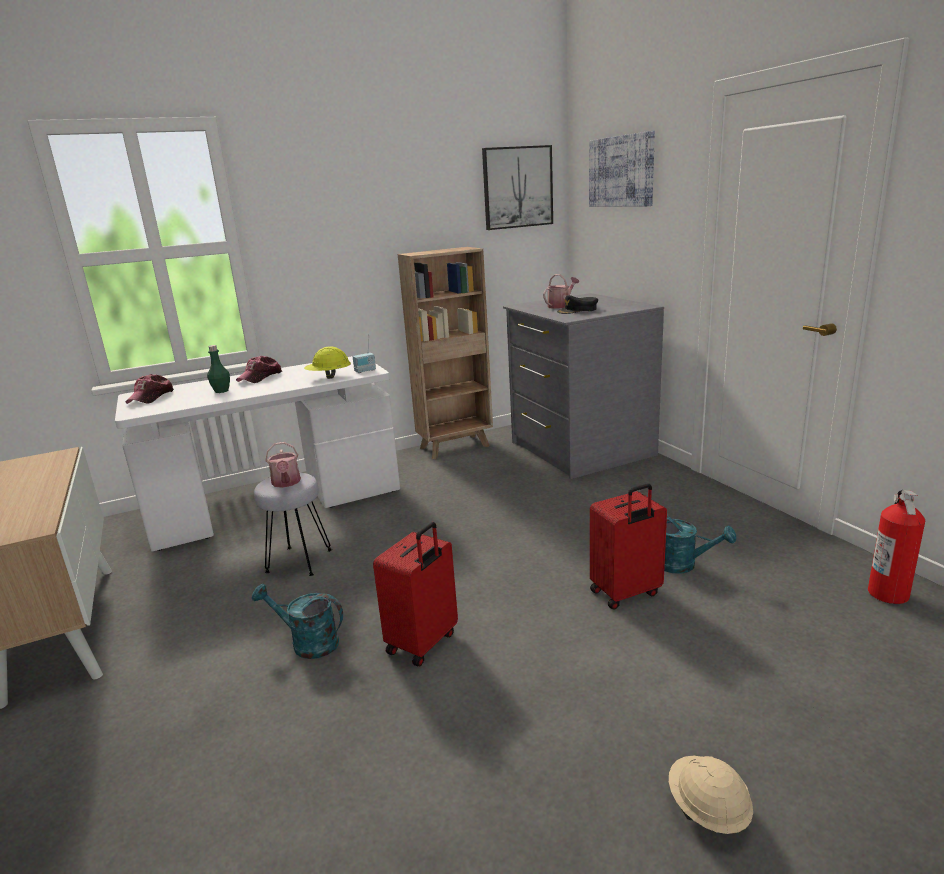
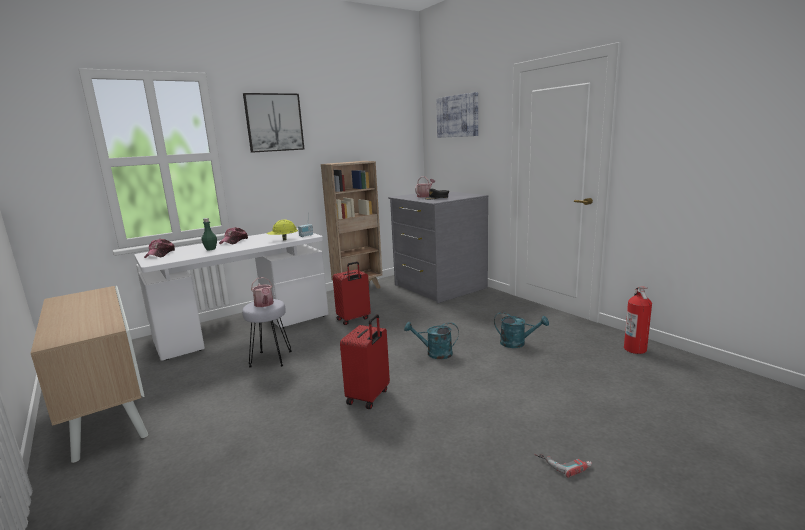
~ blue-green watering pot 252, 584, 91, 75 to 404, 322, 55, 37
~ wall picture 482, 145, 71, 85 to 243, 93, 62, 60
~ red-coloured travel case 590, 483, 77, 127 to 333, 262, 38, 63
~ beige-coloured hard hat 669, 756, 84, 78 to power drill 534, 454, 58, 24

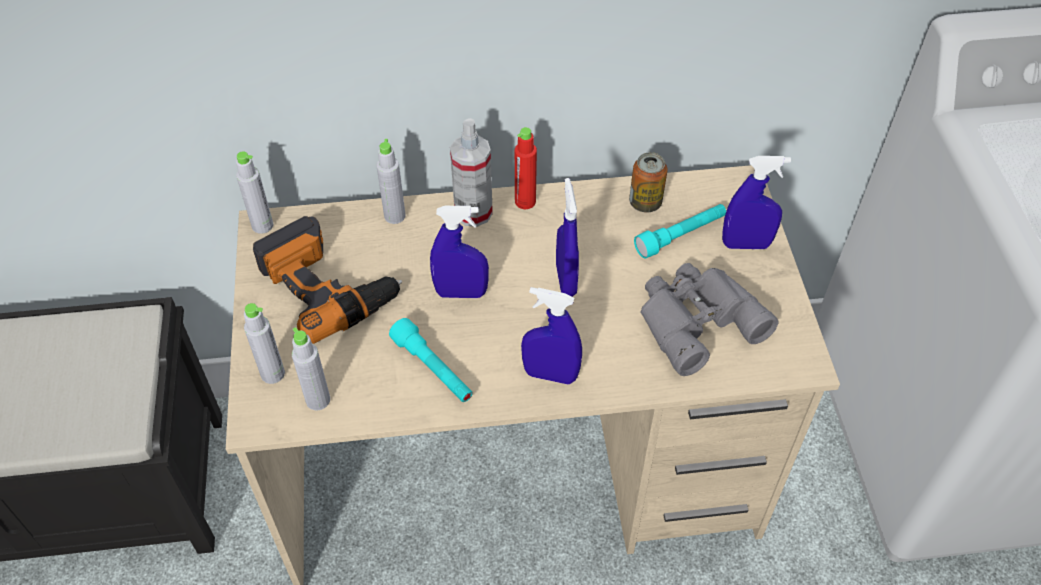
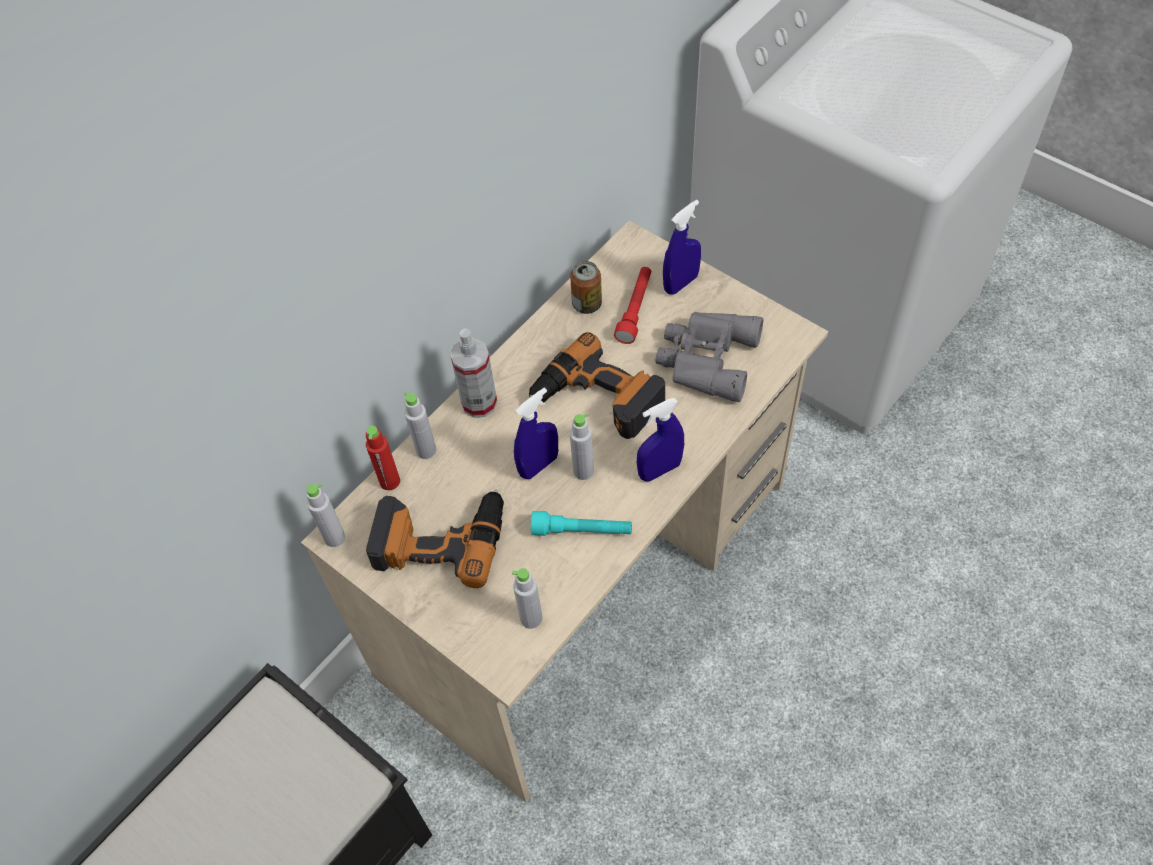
~ greyish beverage bottle 244, 303, 41, 81 to 570, 413, 24, 67
~ red-coloured beverage bottle 515, 127, 22, 82 to 366, 426, 34, 64
~ blue-coloured hand sprayer 556, 178, 23, 119 to power drill 529, 332, 136, 107
~ blue-green flashlight 634, 204, 92, 54 to red-coloured flashlight 614, 267, 37, 77

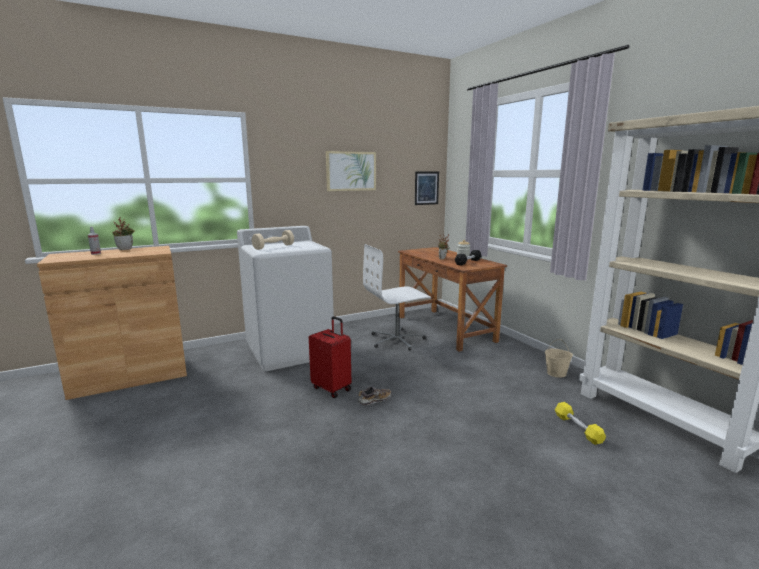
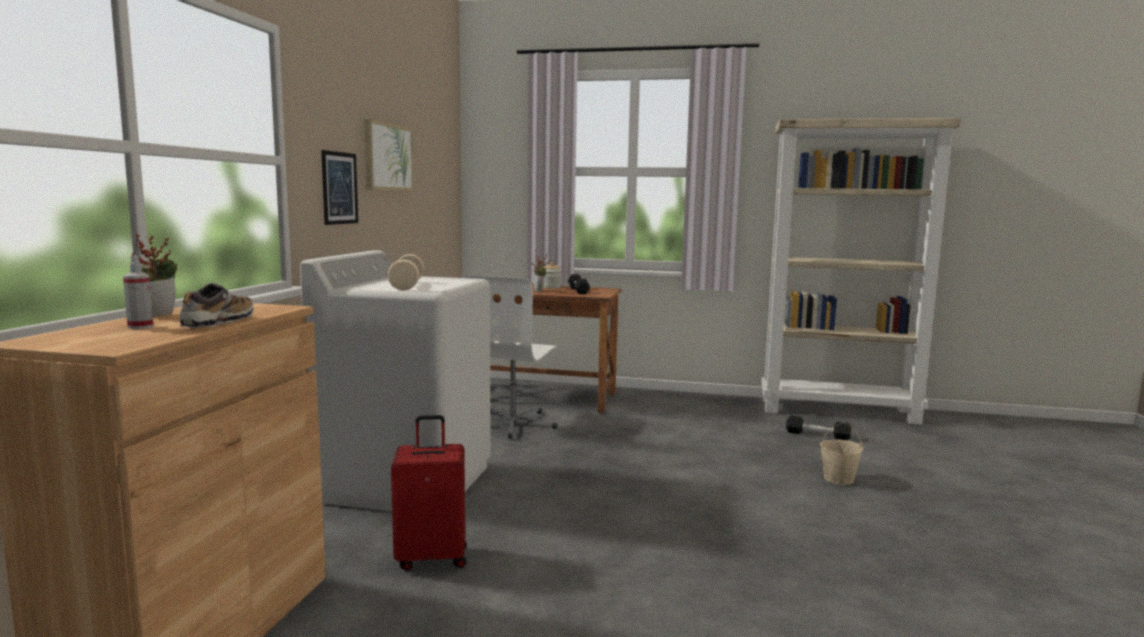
~ red-coloured travel case 309, 316, 42, 82 to 391, 415, 76, 156
~ item of footwear 358, 386, 33, 19 to 180, 283, 74, 45
~ wall picture 415, 172, 24, 33 to 321, 150, 37, 75
~ beige-coloured water bucket 545, 339, 28, 39 to 820, 422, 43, 63
~ yellow-coloured hand weight 555, 402, 51, 43 to black hand weight 786, 415, 65, 25

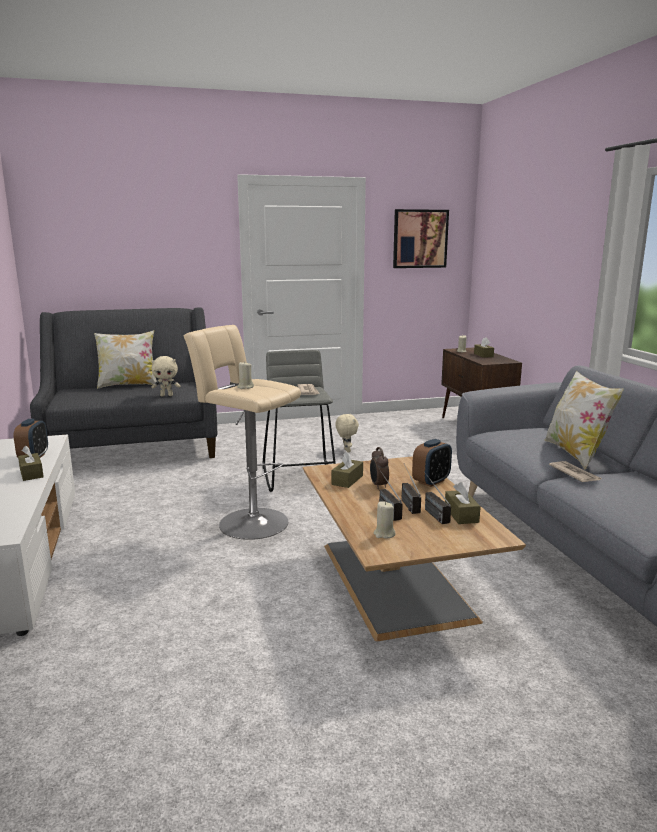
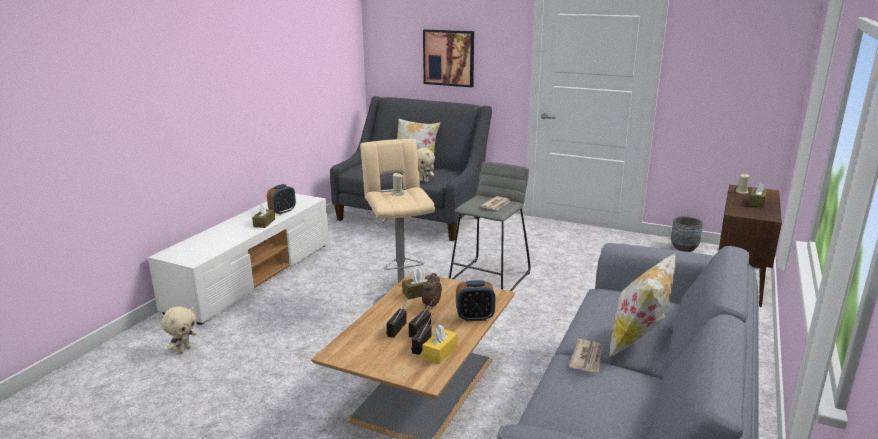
~ beige-coloured soft toy 335, 414, 24, 38 to 161, 306, 36, 48
- beige-coloured wax candle 374, 502, 22, 36
~ wall picture 393, 209, 56, 59 to 423, 29, 51, 58
~ brownish tissue holder 445, 482, 36, 42 to yellow-coloured tissue holder 422, 325, 36, 39
+ greyish plant pot 671, 216, 32, 36

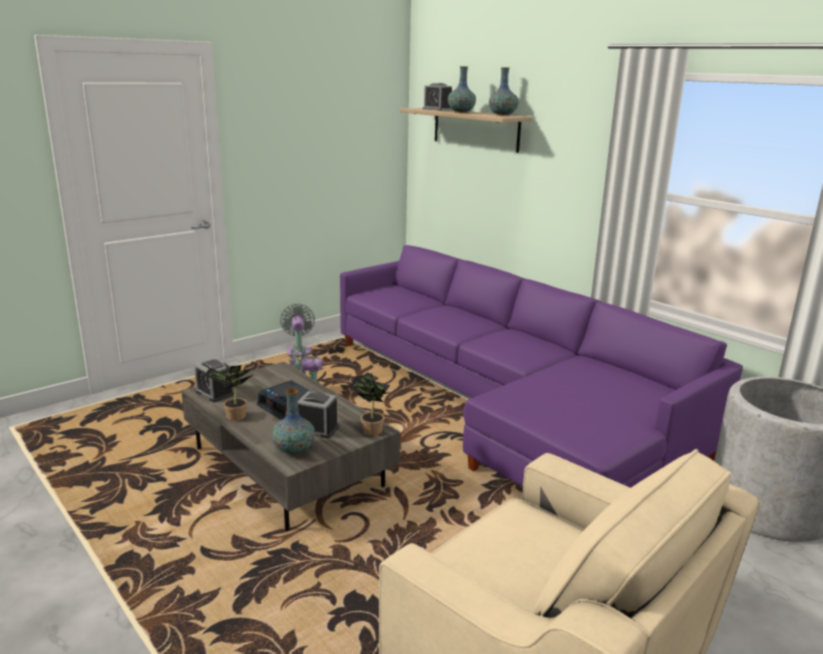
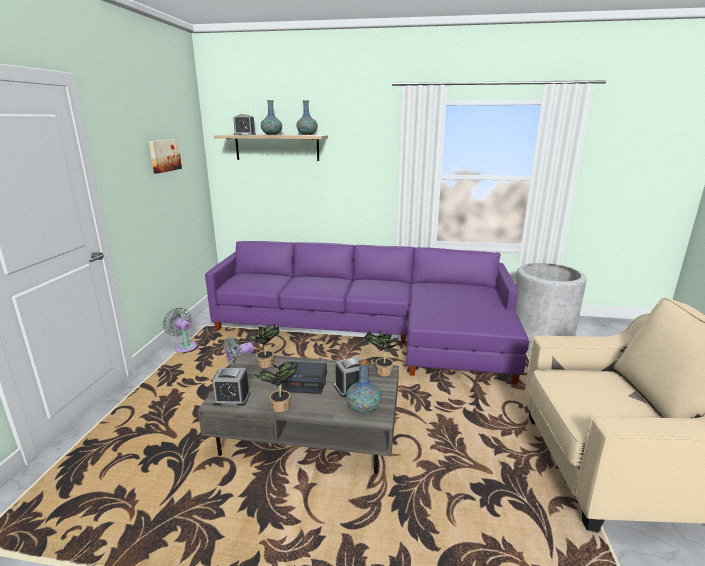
+ wall picture 149, 139, 33, 35
+ houseplant 243, 323, 36, 45

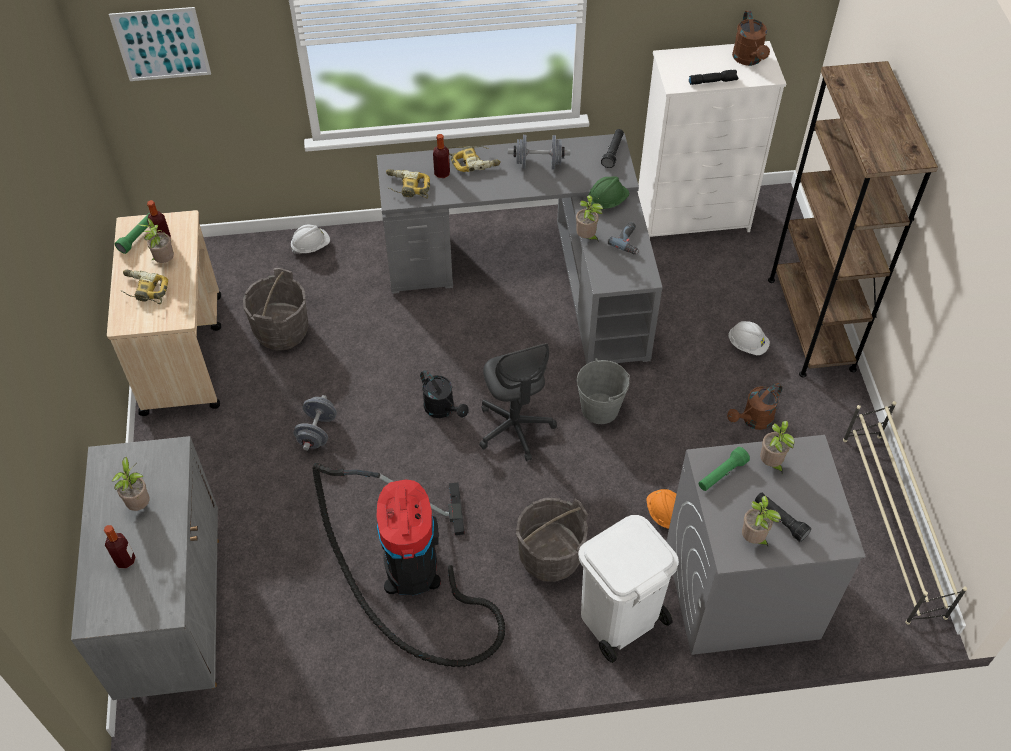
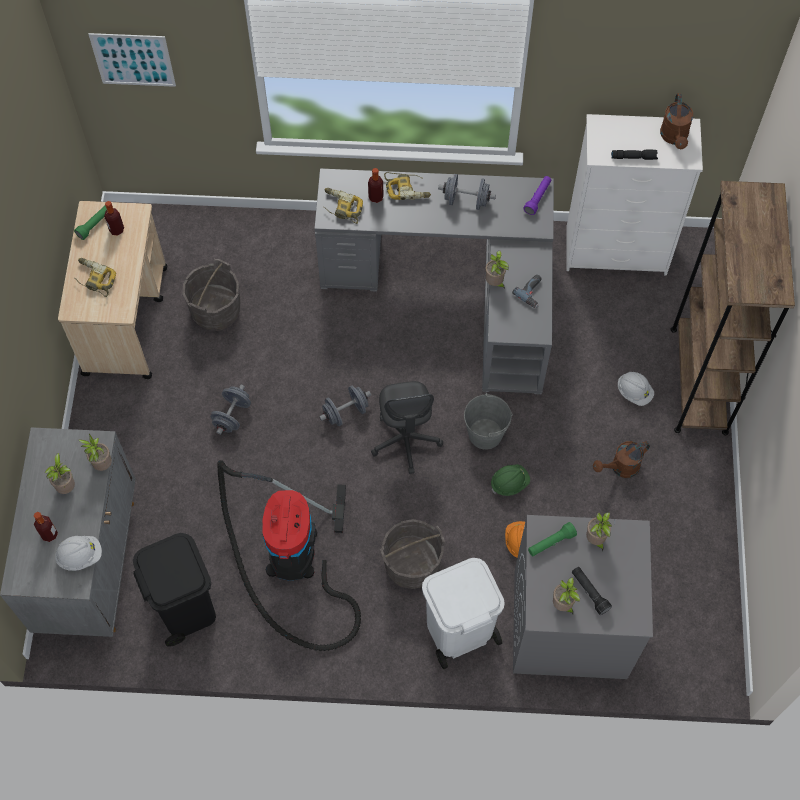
~ houseplant 137, 218, 37, 45 to 78, 434, 34, 37
~ white-coloured hard hat 291, 225, 39, 29 to 55, 536, 47, 35
~ black watering pot 420, 370, 49, 48 to greyish hand weight 319, 385, 52, 41
~ green hard hat 589, 176, 40, 34 to 491, 464, 39, 32
~ black flashlight 601, 129, 23, 39 to purple-coloured flashlight 523, 176, 29, 39
- beige-coloured shoe shelf 843, 401, 124, 223
+ black rubbish bin 133, 533, 83, 114

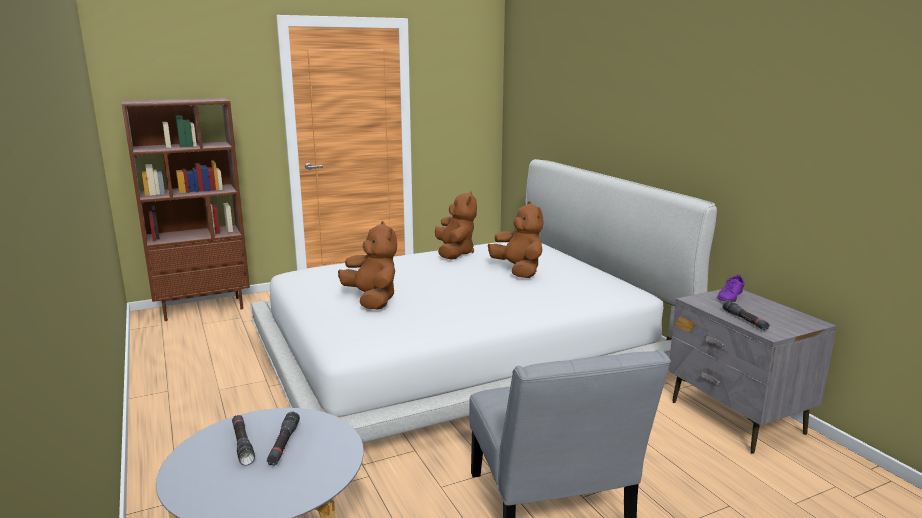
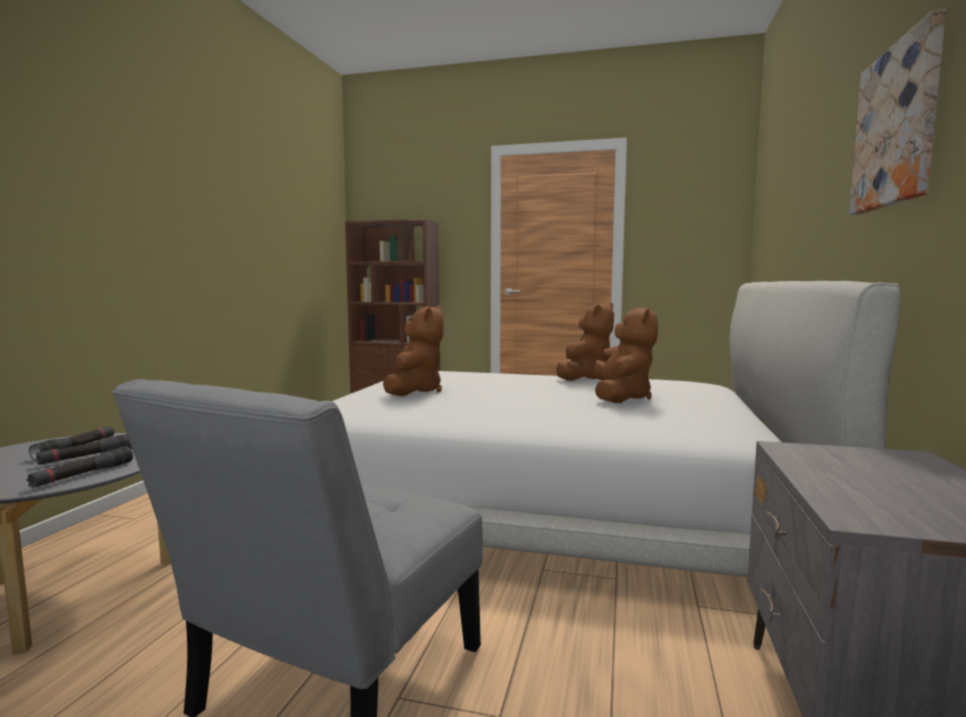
- purple-coloured item of footwear 717, 274, 28, 28
~ black flashlight 723, 300, 47, 31 to 27, 446, 106, 42
+ wall picture 849, 9, 97, 206

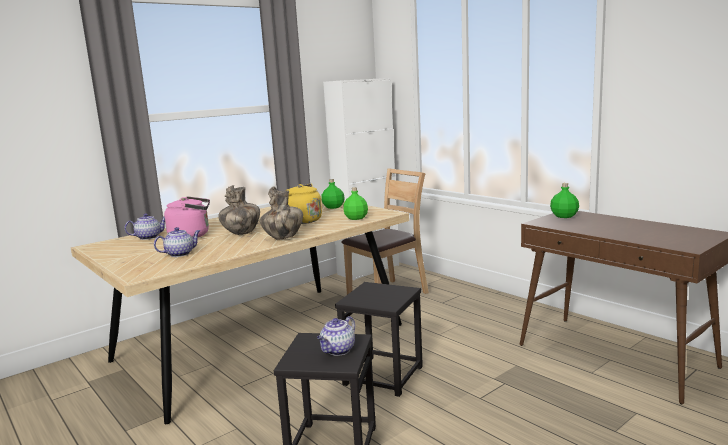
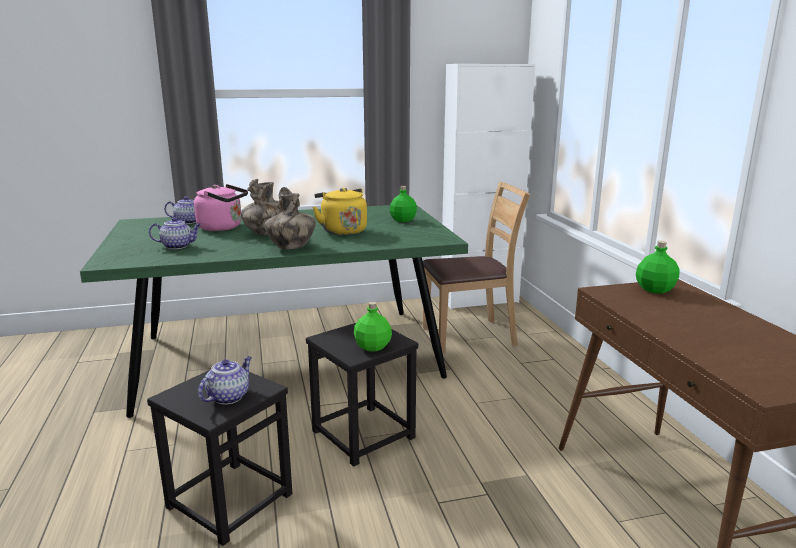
~ beige-coloured dining table 71, 200, 338, 224 to green dining table 80, 205, 388, 213
~ teapot 317, 316, 38, 40 = 198, 356, 54, 49 150 degrees clockwise
~ green beverage bottle 343, 187, 25, 33 to 354, 302, 38, 50

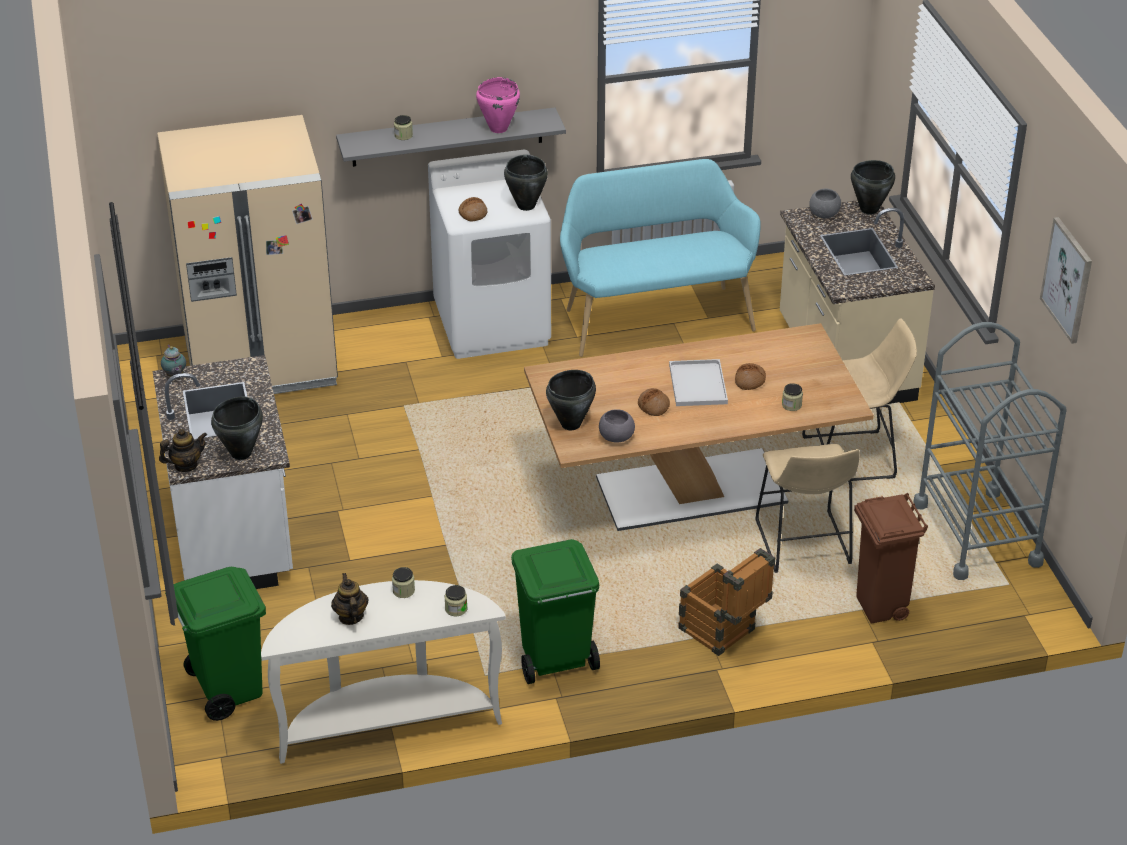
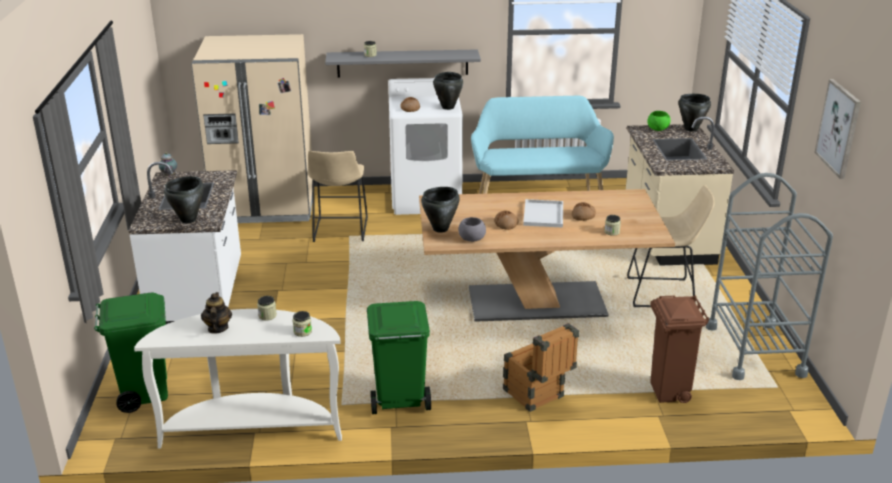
- teapot 159, 429, 48, 43
- pink-coloured cooking pot 476, 77, 44, 56
~ beige-coloured stool seat 755, 444, 105, 129 to 308, 151, 60, 91
~ greyish deep dish 809, 188, 32, 30 to green deep dish 648, 111, 23, 20

